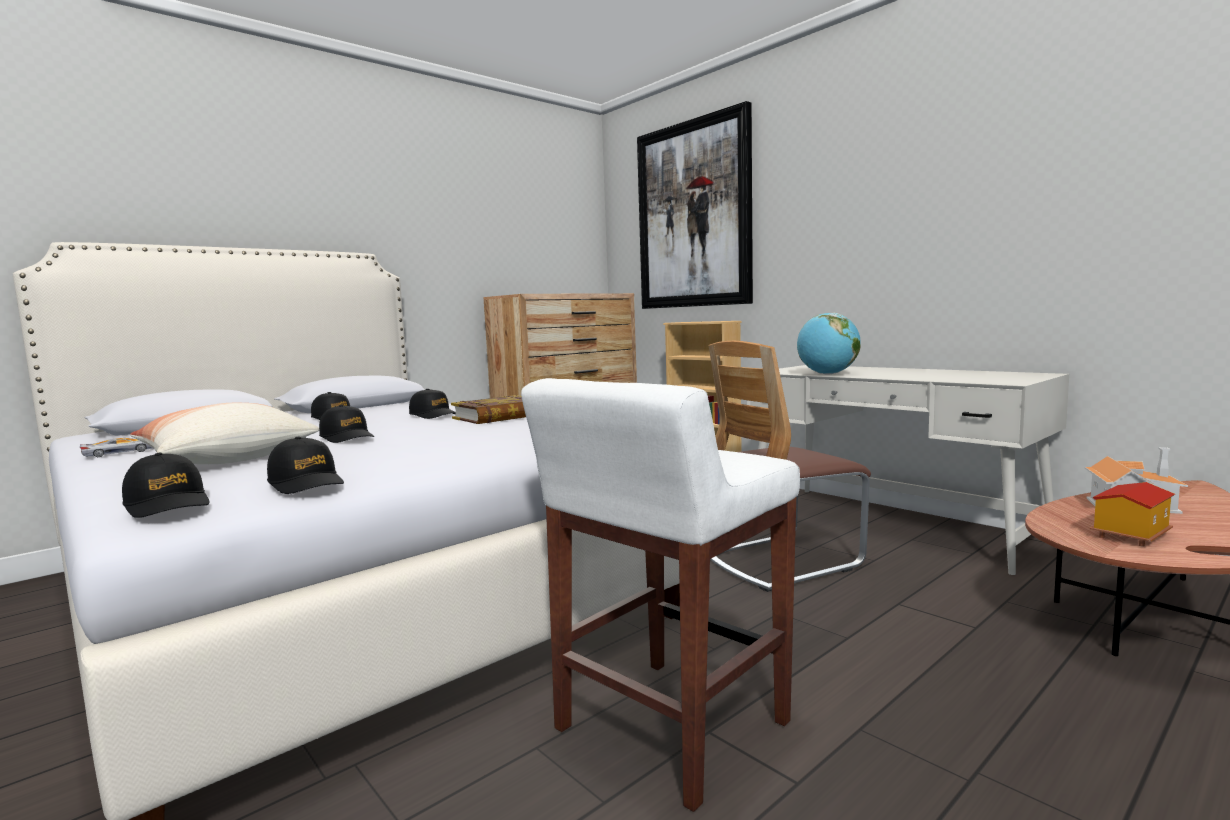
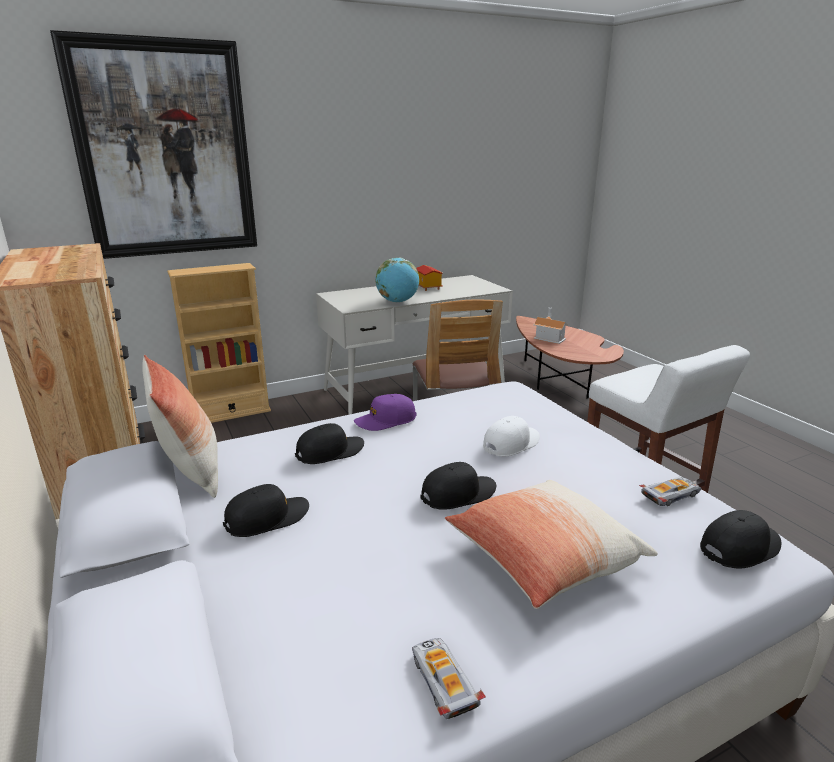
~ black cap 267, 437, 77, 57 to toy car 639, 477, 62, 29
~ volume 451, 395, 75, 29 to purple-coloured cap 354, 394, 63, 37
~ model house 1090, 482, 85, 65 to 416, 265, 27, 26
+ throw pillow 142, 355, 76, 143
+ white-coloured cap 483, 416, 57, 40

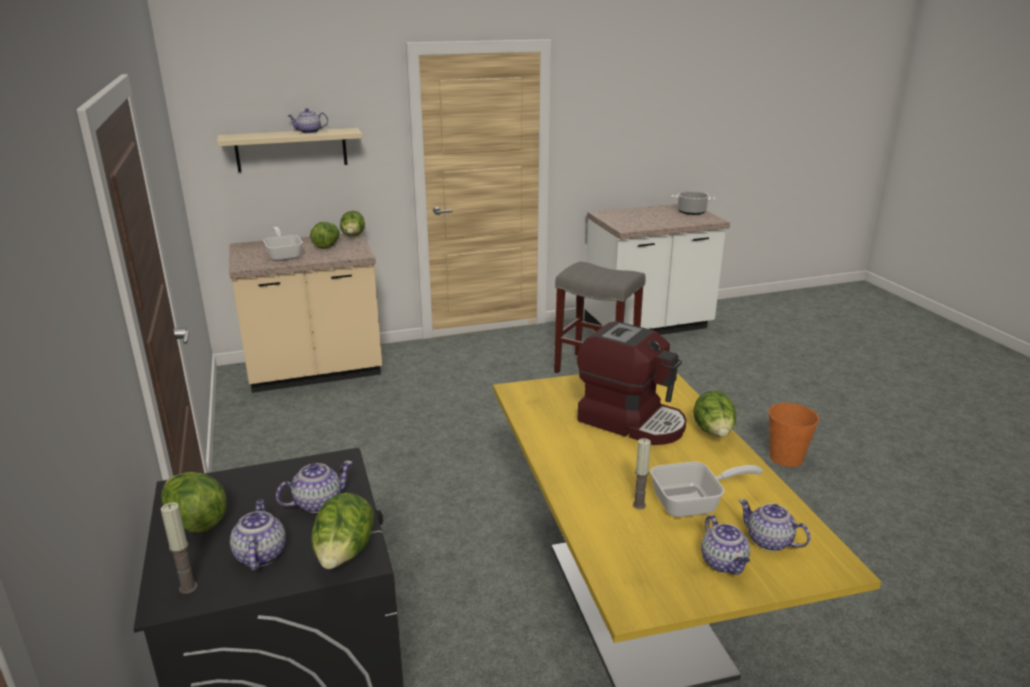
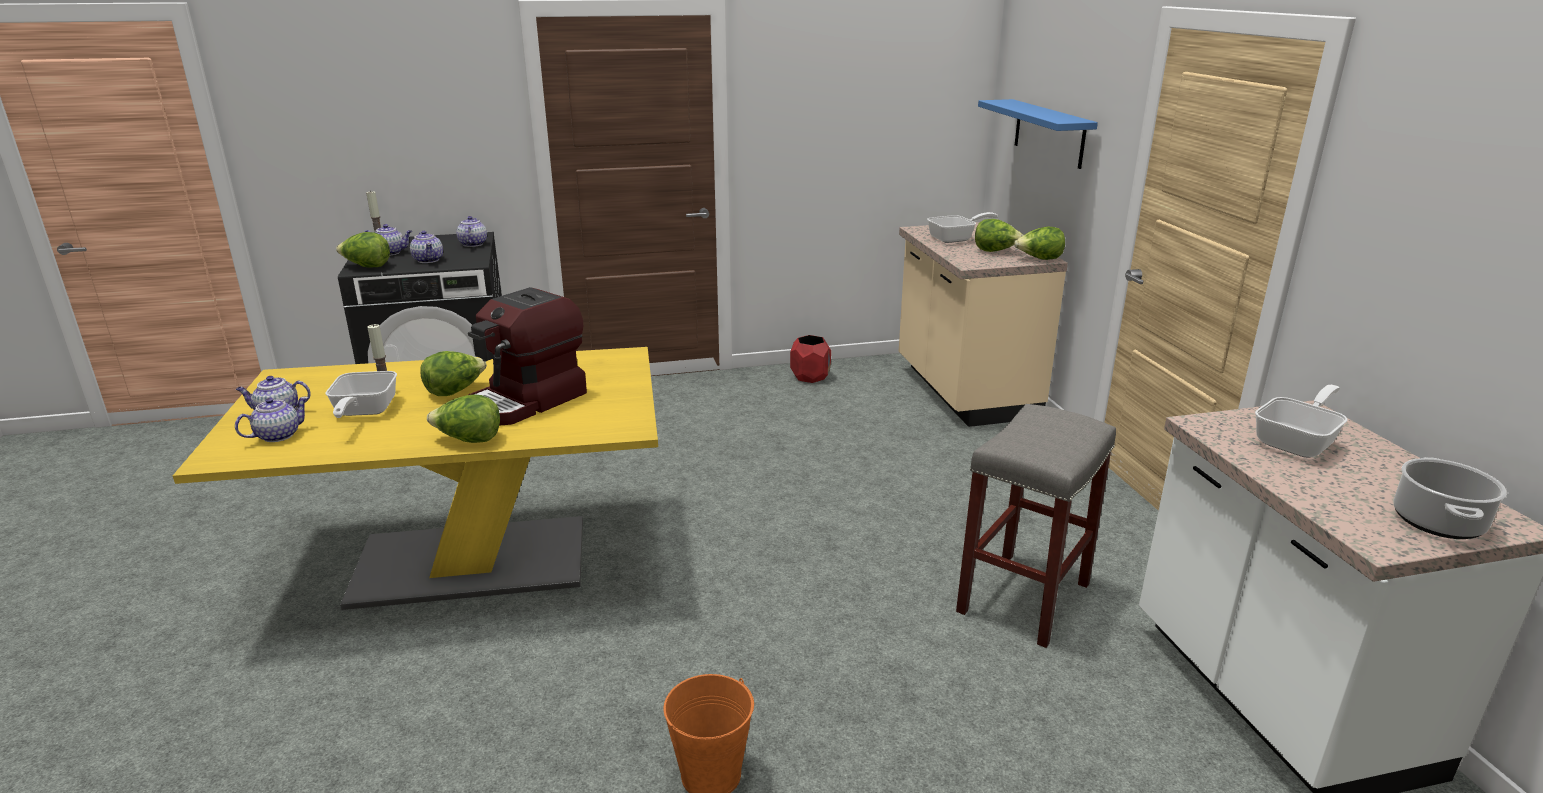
~ lettuce 161, 472, 66, 61 to 420, 351, 67, 45
~ beige-coloured wall shelf 217, 128, 146, 44 to blue-coloured wall shelf 978, 99, 120, 70
~ teapot 287, 108, 41, 26 to 456, 216, 31, 31
+ red-coloured plant pot 790, 335, 41, 48
+ skillet 1255, 385, 93, 73

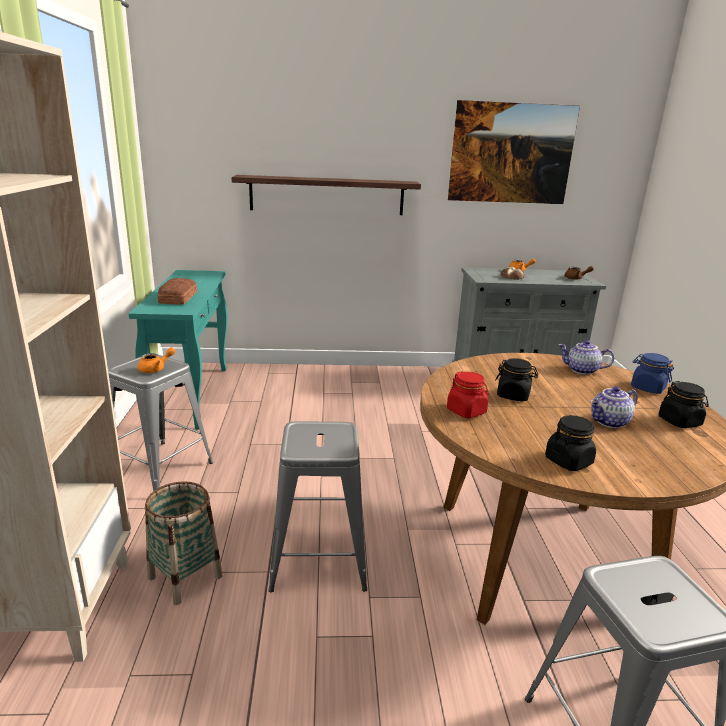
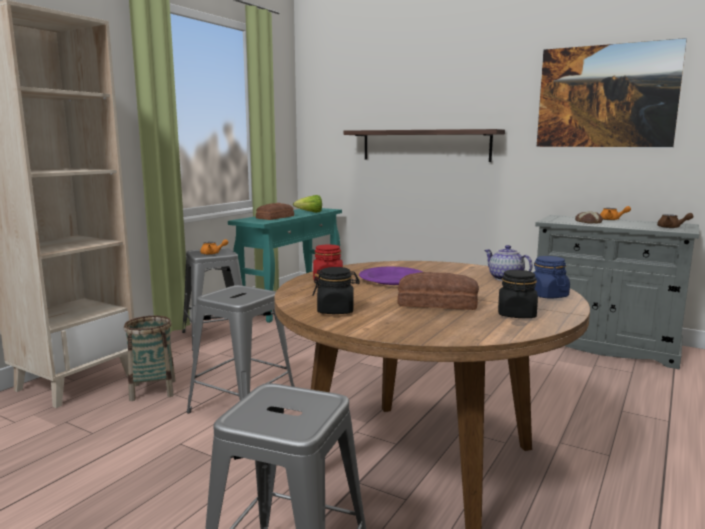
~ black preserve jar 495, 358, 43, 43 to purple-coloured flat dish 359, 267, 64, 18
~ teapot 591, 386, 47, 42 to bakery bread 397, 272, 82, 38
+ lettuce 293, 195, 29, 18

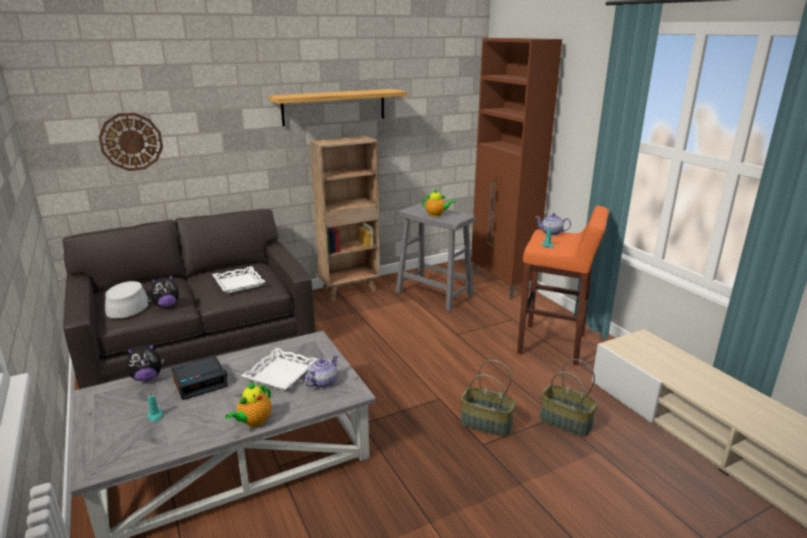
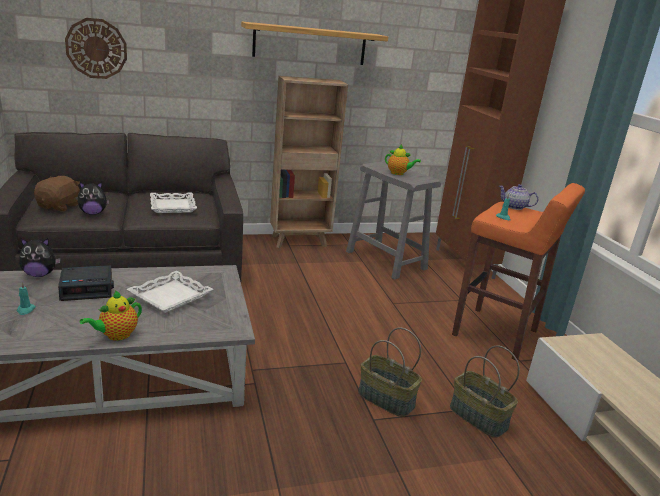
~ greyish wearable hat 105, 281, 47, 38 to brownish soft toy 34, 176, 46, 36
- teapot 305, 355, 33, 33

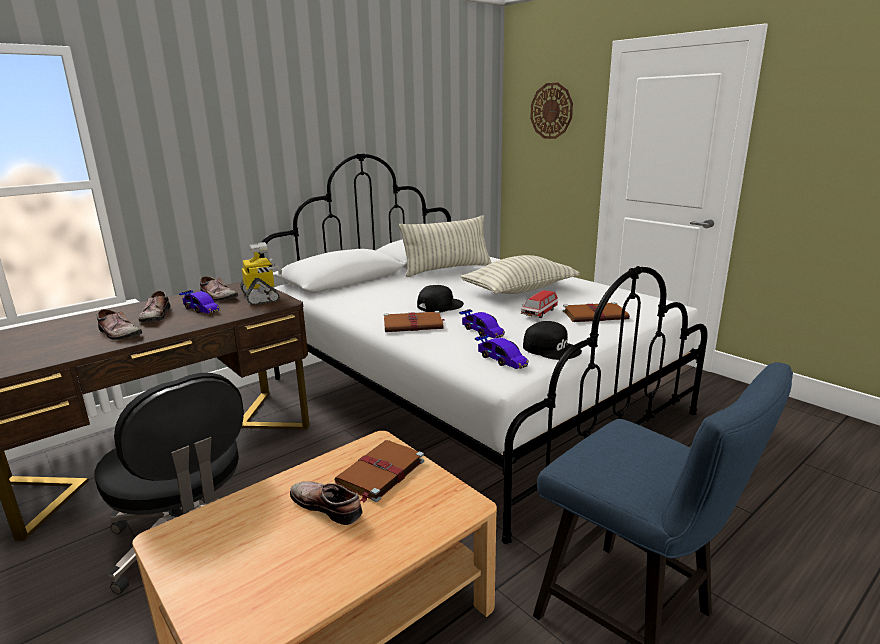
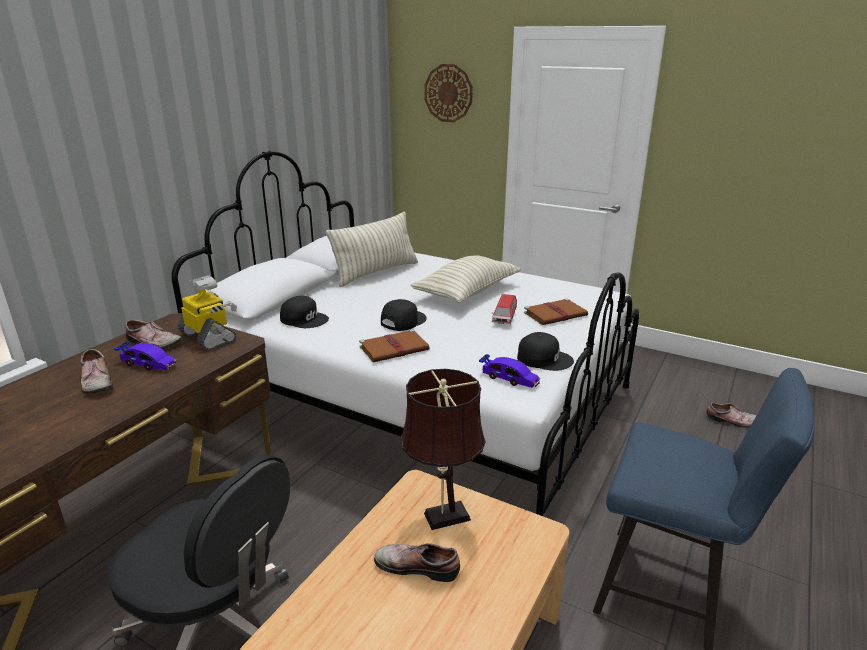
~ item of footwear 97, 309, 45, 31 to 706, 403, 51, 25
~ brownish volume 334, 440, 90, 63 to brownish lamp for a table 401, 369, 85, 161
- toy car 459, 309, 46, 29
+ black cap 280, 296, 49, 32

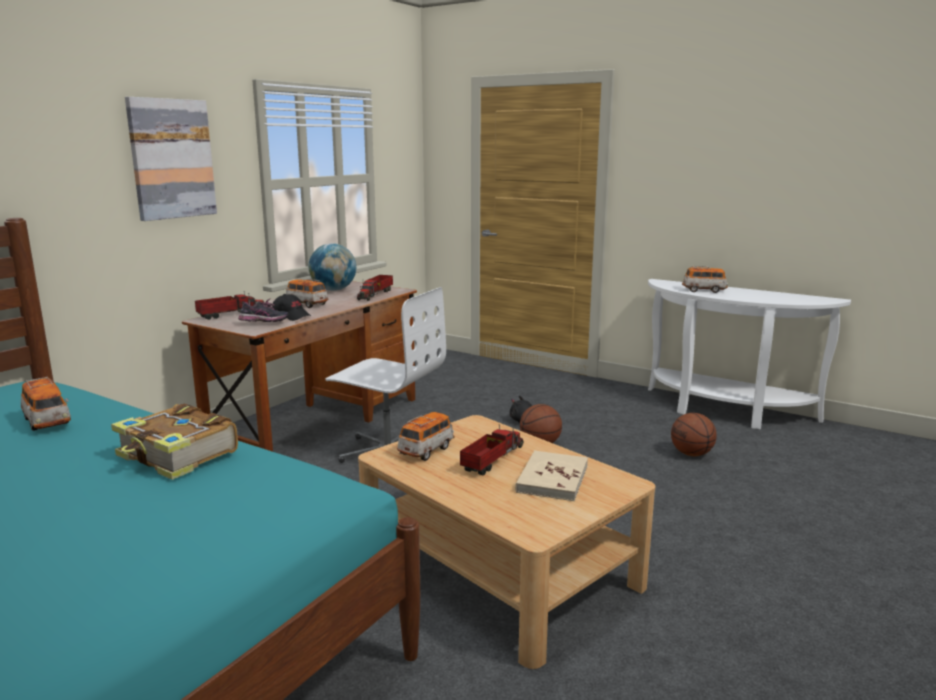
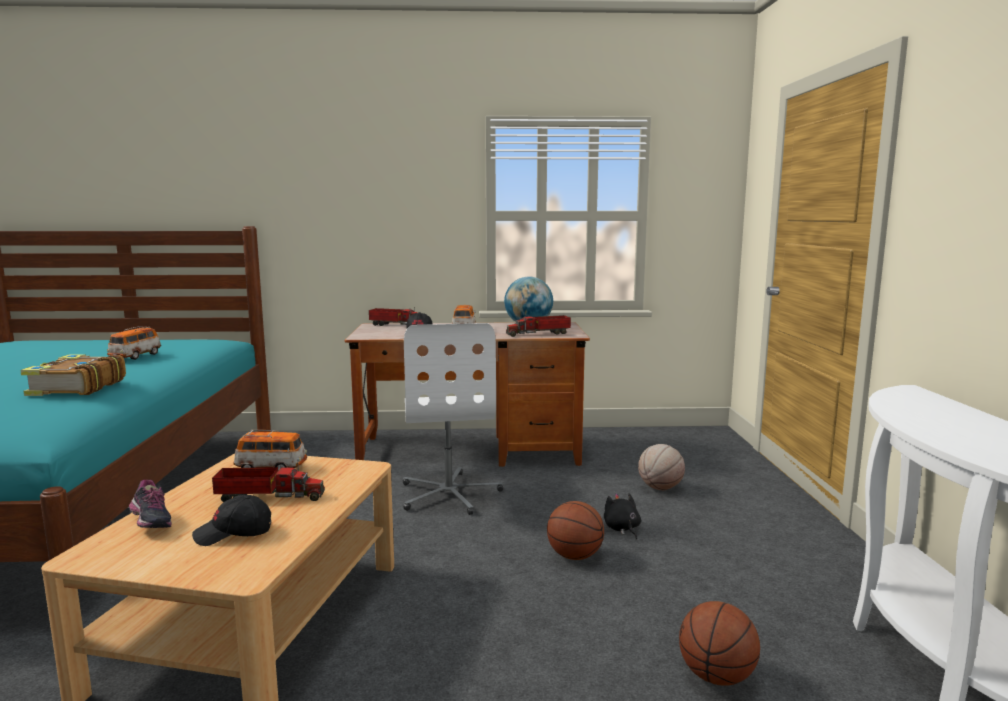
- wall picture 125, 97, 92, 124
~ item of footwear 238, 298, 50, 24 to 129, 480, 43, 48
~ beige-coloured volume 515, 450, 73, 51 to black cap 192, 495, 79, 51
- toy car 682, 266, 46, 27
+ ball for basketball 638, 444, 47, 46

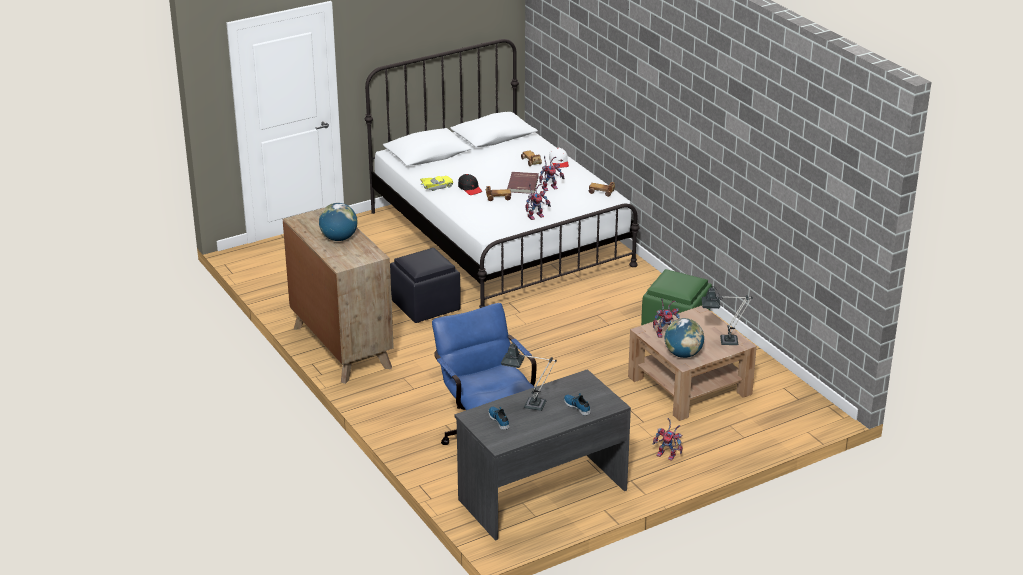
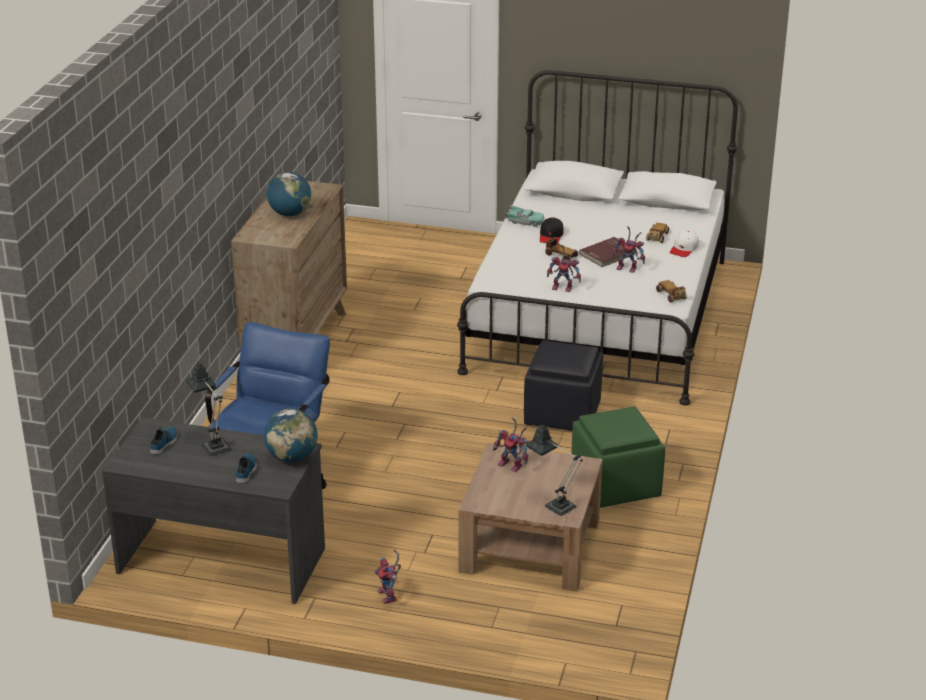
~ black ottoman 390, 248, 70, 75 to 524, 340, 79, 91
~ yellow-coloured toy car 420, 176, 33, 15 to blue-green toy car 504, 205, 40, 22
~ desk globe 665, 318, 39, 40 to 264, 409, 54, 53

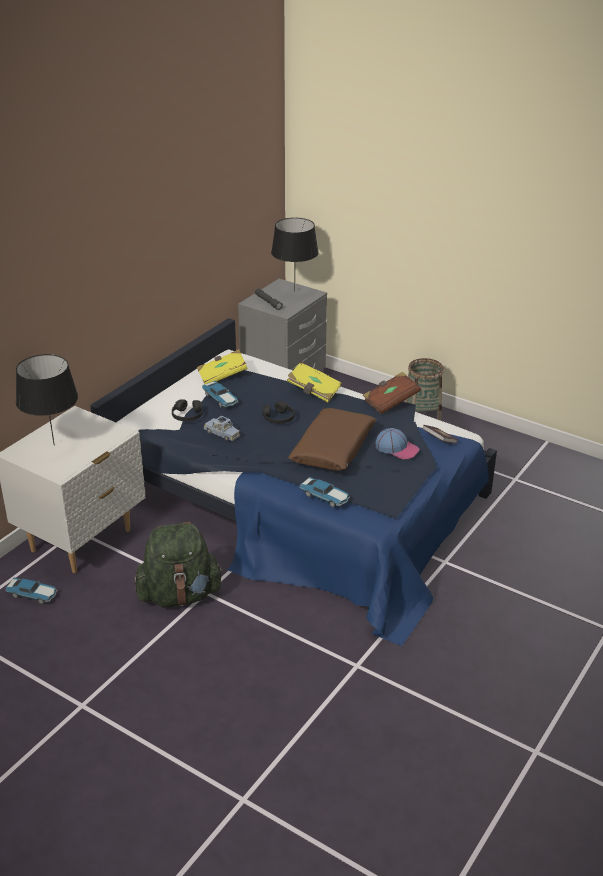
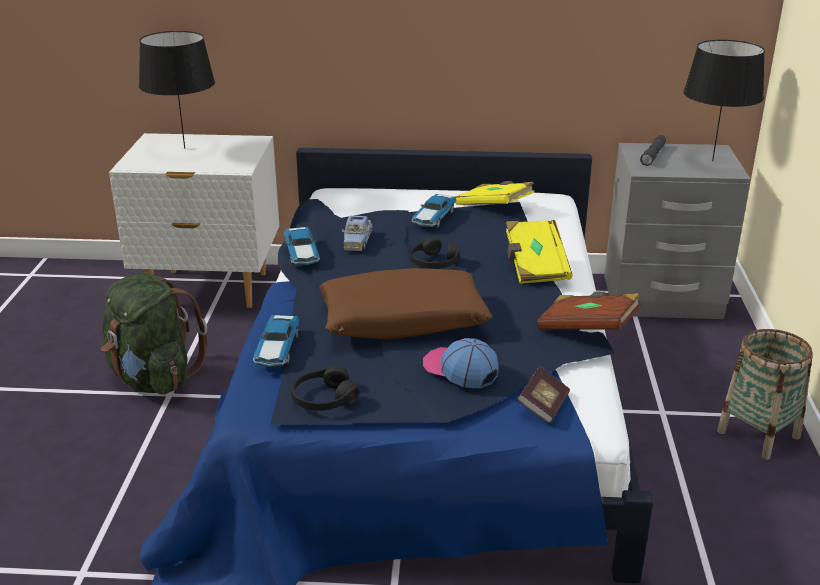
~ toy car 5, 578, 53, 26 to 284, 227, 36, 38
~ black pair of headphones 172, 399, 31, 22 to 290, 365, 69, 46
~ cap 375, 428, 45, 31 = 423, 338, 76, 50 135 degrees clockwise

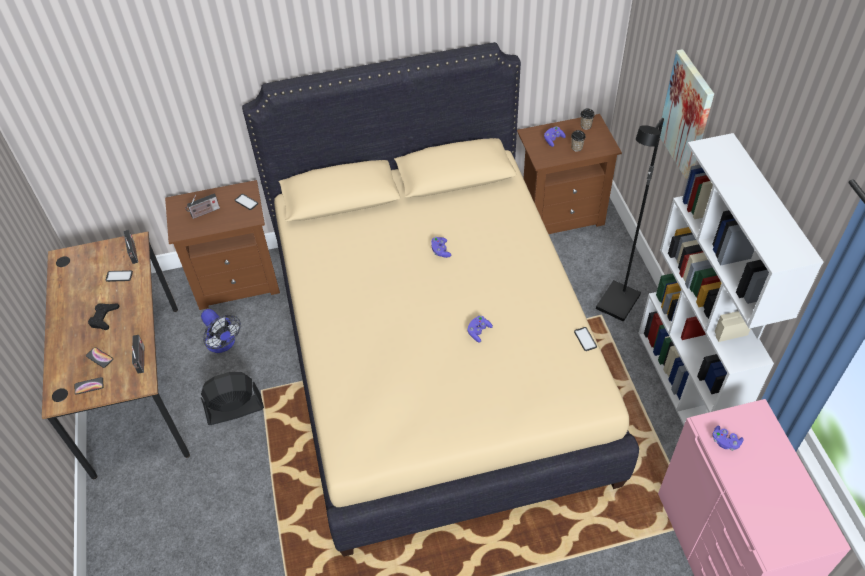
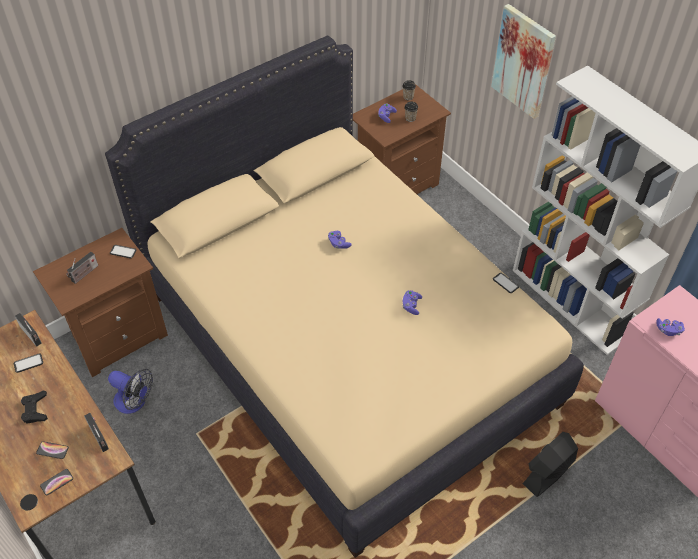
~ black fan 201, 372, 63, 53 to 522, 432, 56, 65
- black standing lamp 596, 118, 68, 204

